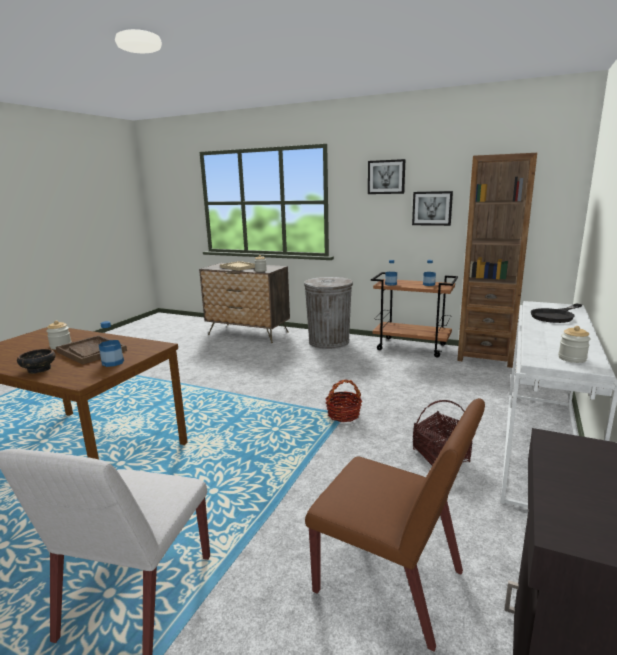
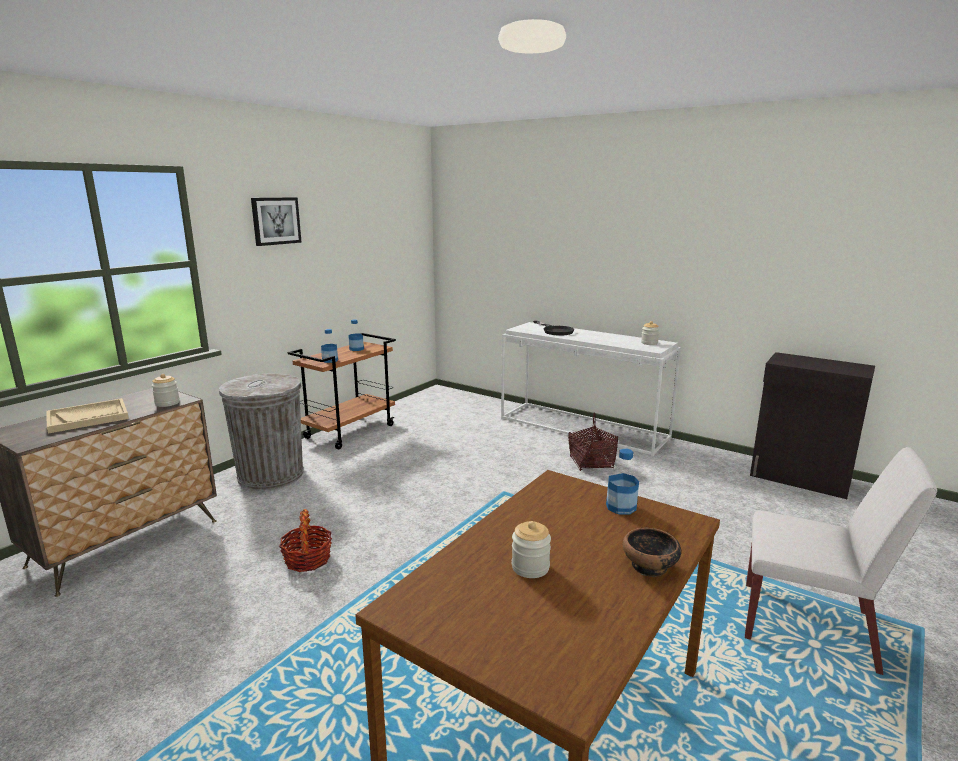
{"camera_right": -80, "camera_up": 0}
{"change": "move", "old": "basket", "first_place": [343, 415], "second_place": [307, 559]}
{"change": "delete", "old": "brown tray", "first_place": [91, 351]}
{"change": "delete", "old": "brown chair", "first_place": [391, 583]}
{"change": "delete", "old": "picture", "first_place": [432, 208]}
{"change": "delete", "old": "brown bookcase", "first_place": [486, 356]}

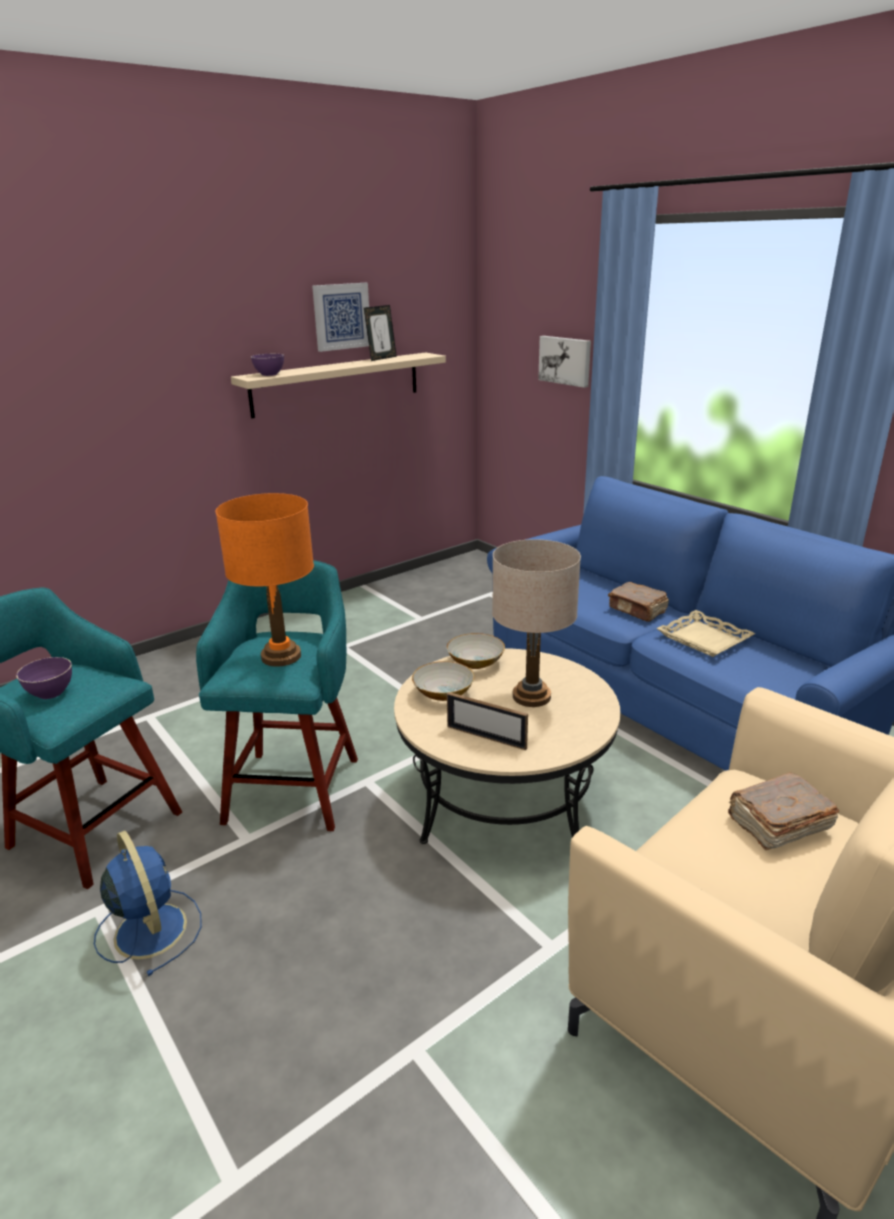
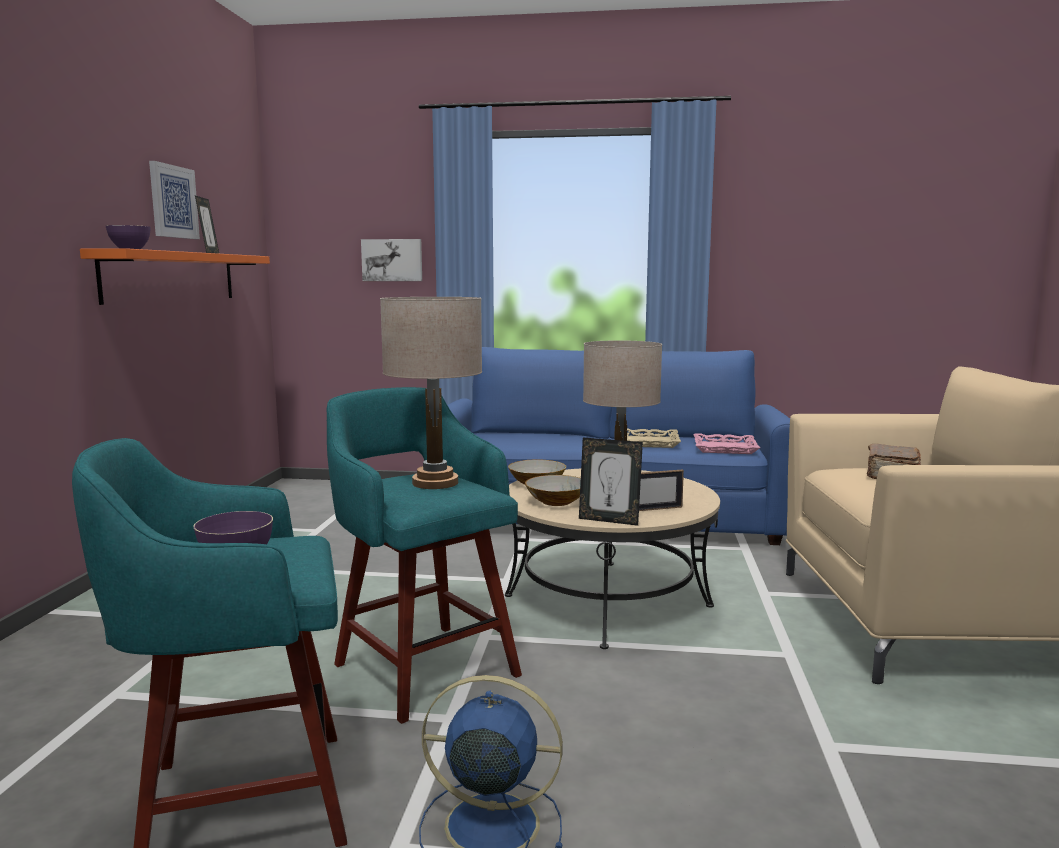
{"camera_right": -45, "camera_up": -15}
{"change": "recolor", "old": "beige shelf", "new": "orange shelf", "first_place": [337, 384], "second_place": [172, 277]}
{"change": "recolor", "old": "orange table lamp", "new": "beige table lamp", "first_place": [281, 657], "second_place": [435, 483]}
{"change": "insert", "new": "picture frame", "second_place": [609, 520]}
{"change": "insert", "new": "pink tray", "second_place": [725, 448]}
{"change": "delete", "old": "brown book", "first_place": [637, 610]}

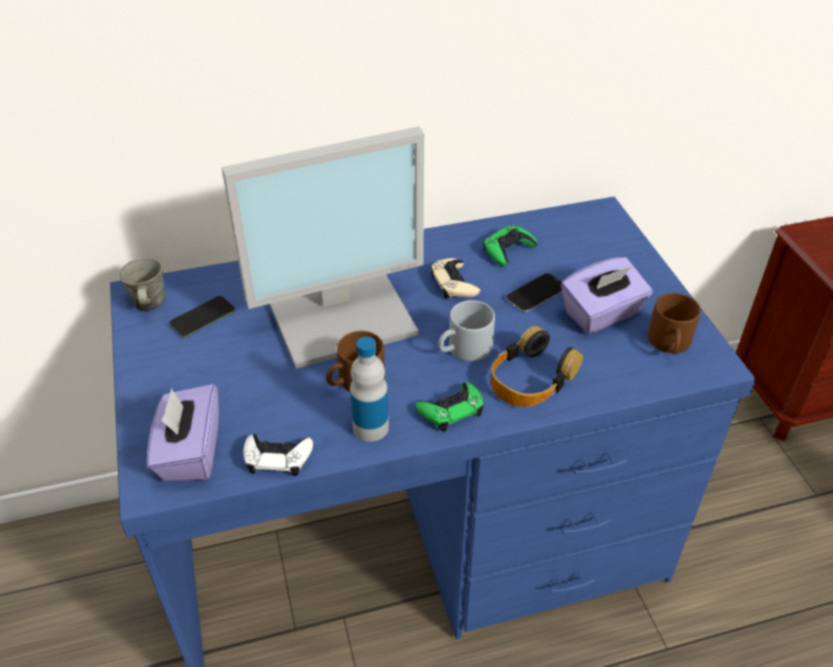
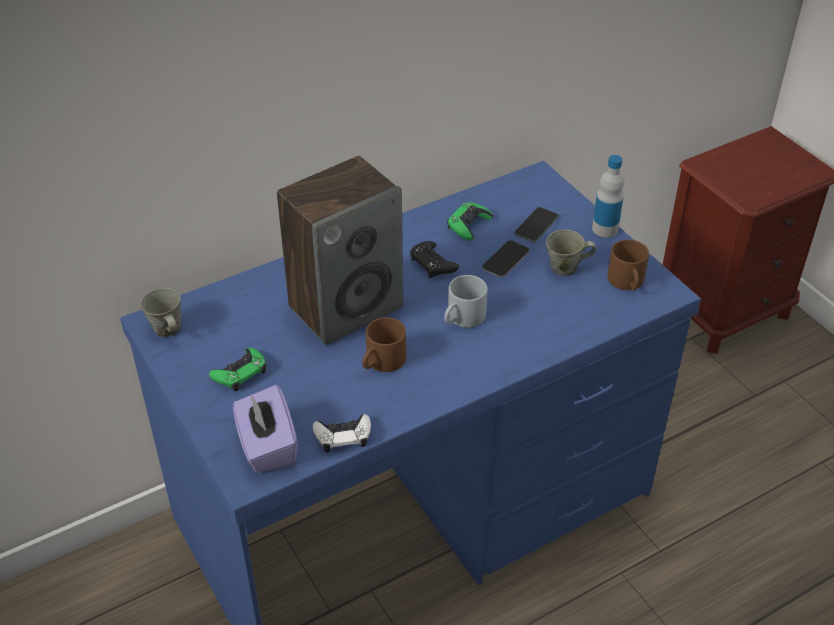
{"camera_right": -15, "camera_up": 0}
{"change": "move", "old": "green game controller", "first_place": [451, 410], "second_place": [240, 373]}
{"change": "replace", "old": "monitor", "new": "speaker", "first_place": [342, 312], "second_place": [346, 306]}
{"change": "recolor", "old": "beige game controller", "new": "black game controller", "first_place": [454, 283], "second_place": [433, 263]}
{"change": "move", "old": "phone", "first_place": [203, 317], "second_place": [536, 225]}
{"change": "replace", "old": "purple tissue box", "new": "grey mug", "first_place": [602, 314], "second_place": [566, 267]}
{"change": "move", "old": "bottle", "first_place": [370, 427], "second_place": [605, 229]}
{"change": "delete", "old": "headphones", "first_place": [531, 378]}

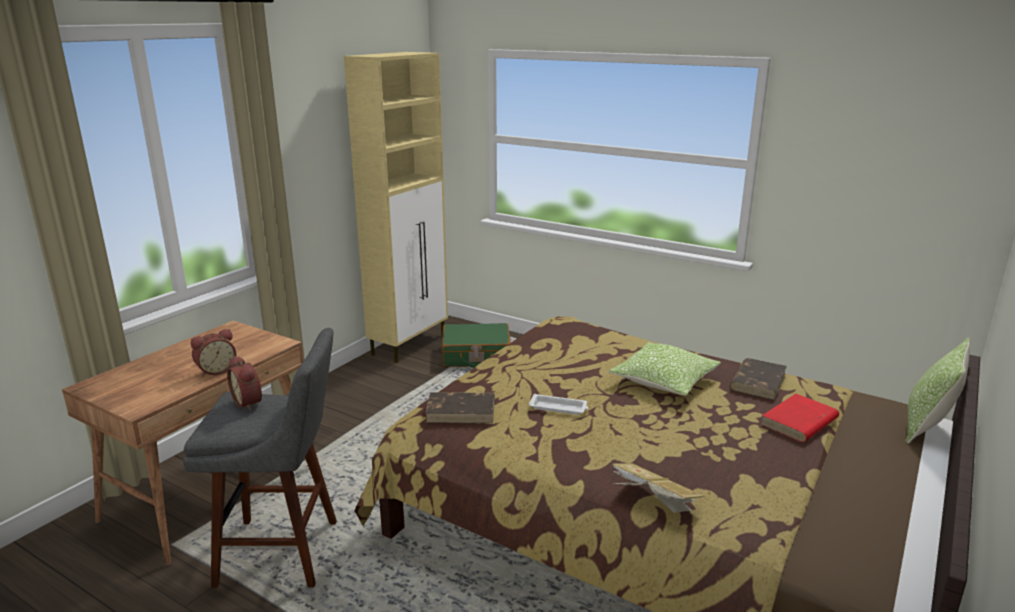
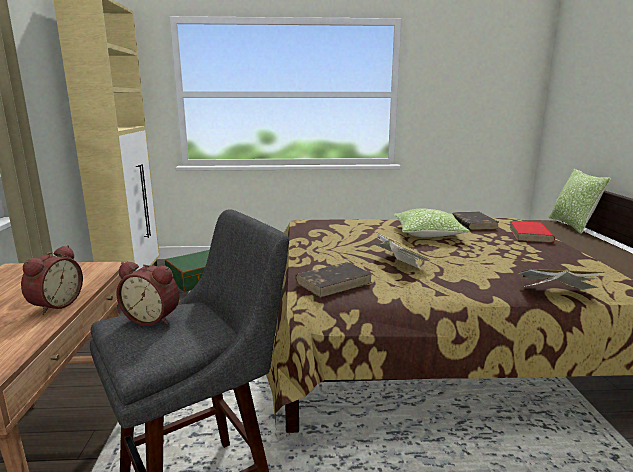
{"camera_right": -35, "camera_up": -5}
{"change": "replace", "old": "white tray", "new": "book", "first_place": [559, 408], "second_place": [398, 262]}

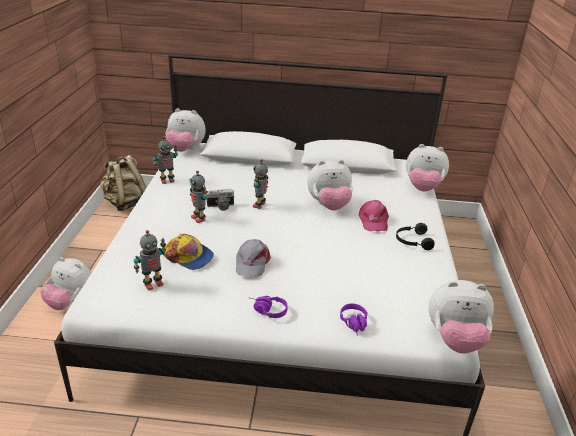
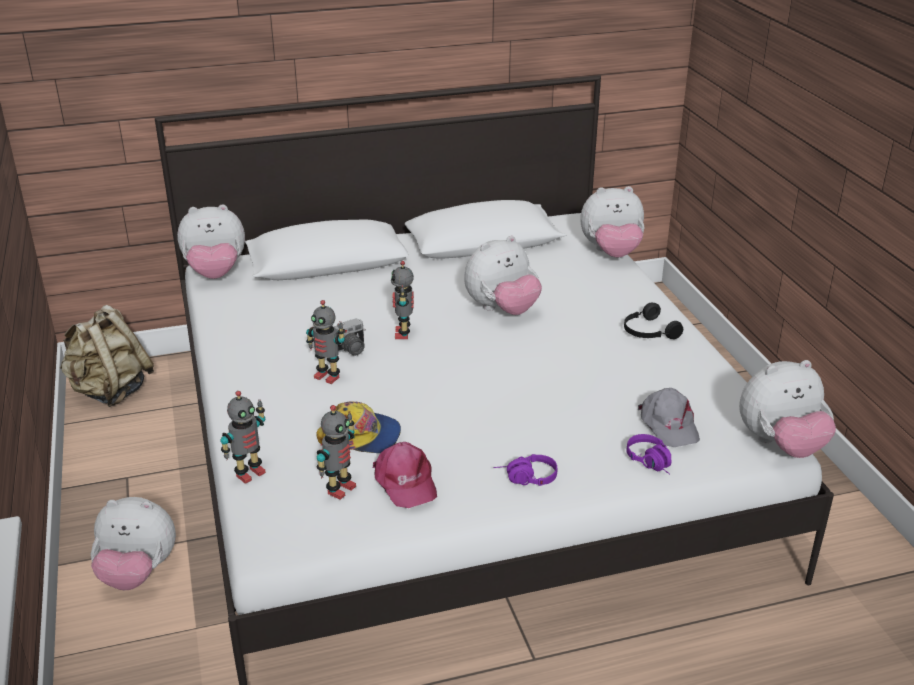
{"camera_right": -20, "camera_up": 0}
{"change": "move", "old": "toy robot", "first_place": [167, 180], "second_place": [249, 473]}
{"change": "move", "old": "pink cap", "first_place": [373, 220], "second_place": [405, 482]}
{"change": "move", "old": "grey cap", "first_place": [252, 262], "second_place": [668, 425]}

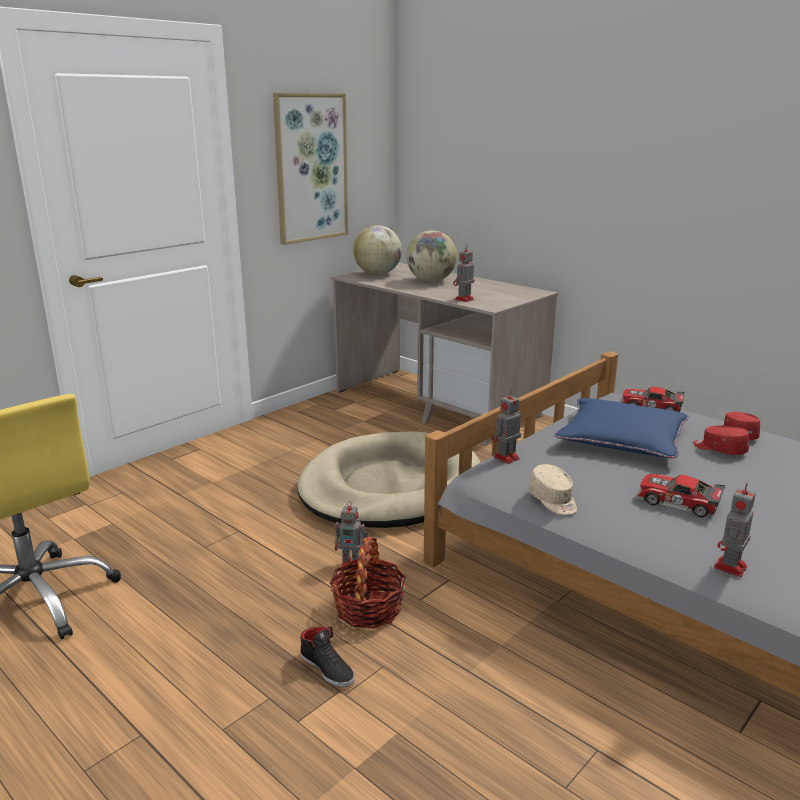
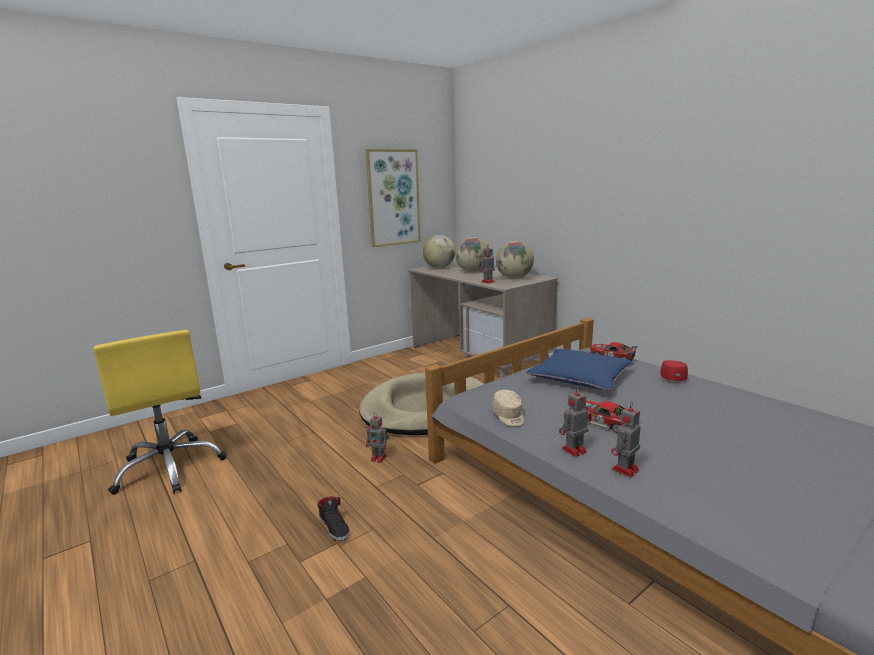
{"camera_right": 10, "camera_up": -5}
{"change": "insert", "new": "globe", "second_place": [514, 278]}
{"change": "move", "old": "toy robot", "first_place": [505, 458], "second_place": [573, 450]}
{"change": "delete", "old": "basket", "first_place": [368, 608]}
{"change": "delete", "old": "red cap", "first_place": [719, 449]}

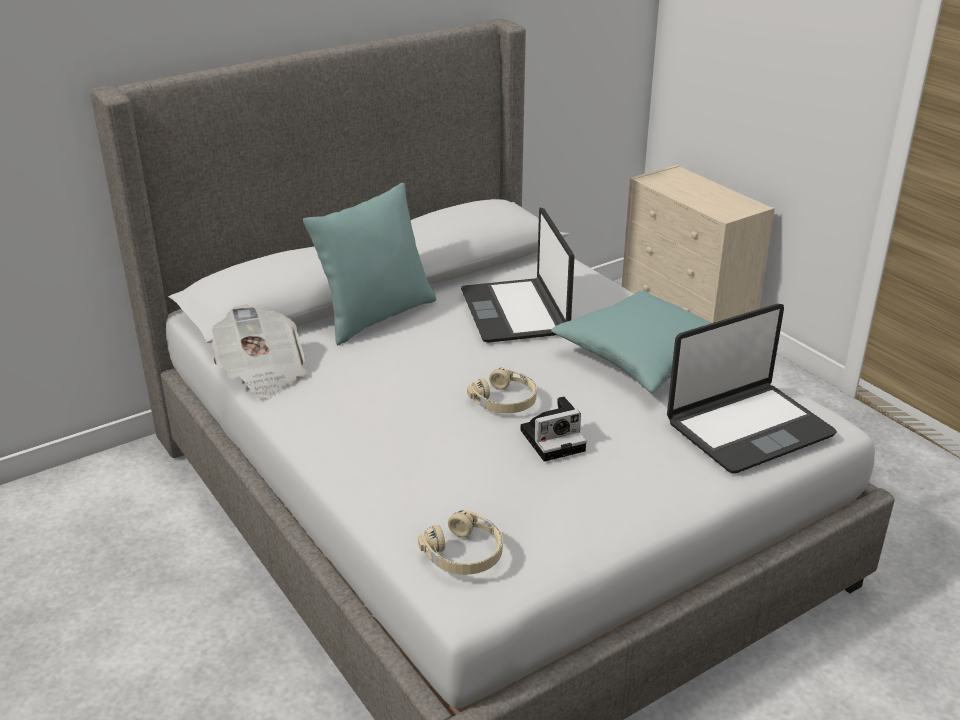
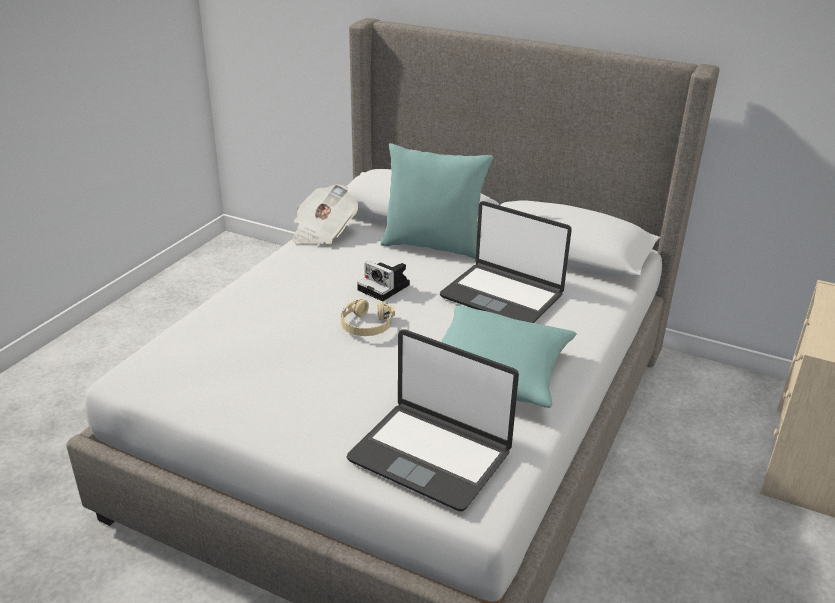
{"camera_right": 60, "camera_up": 0}
{"change": "move", "old": "photo camera", "first_place": [554, 439], "second_place": [385, 288]}
{"change": "rotate", "old": "laptop", "first_place": [515, 312], "second_place": [502, 295], "degrees": -105}
{"change": "delete", "old": "beige headphones", "first_place": [465, 553]}

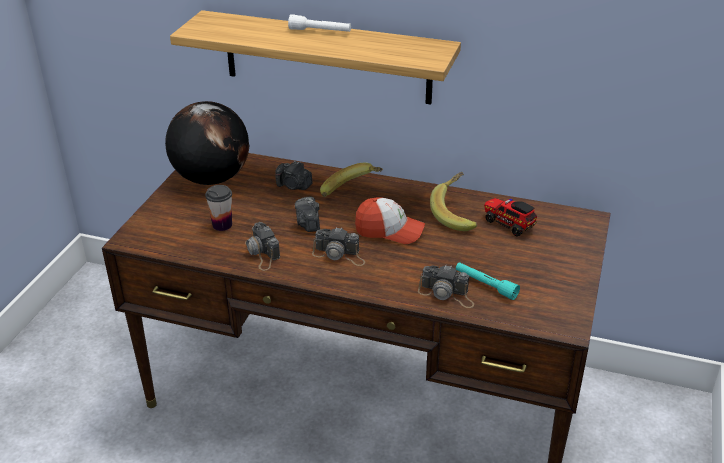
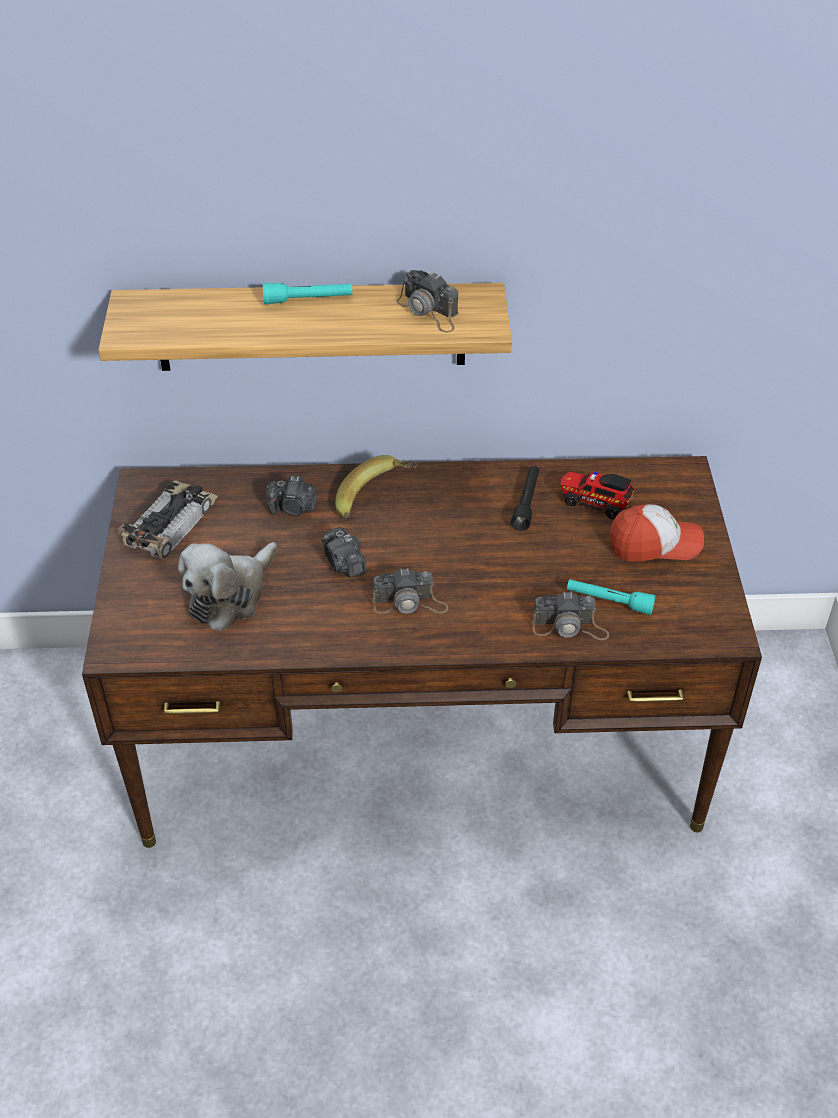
{"camera_right": -20, "camera_up": 10}
{"change": "replace", "old": "globe", "new": "toy car", "first_place": [211, 179], "second_place": [171, 523]}
{"change": "replace", "old": "cup", "new": "plush toy", "first_place": [222, 225], "second_place": [230, 595]}
{"change": "recolor", "old": "white flashlight", "new": "turquoise flashlight", "first_place": [320, 31], "second_place": [308, 300]}
{"change": "move", "old": "photo camera", "first_place": [262, 253], "second_place": [429, 311]}
{"change": "replace", "old": "banana", "new": "black flashlight", "first_place": [457, 214], "second_place": [526, 503]}
{"change": "move", "old": "cap", "first_place": [389, 230], "second_place": [654, 544]}

